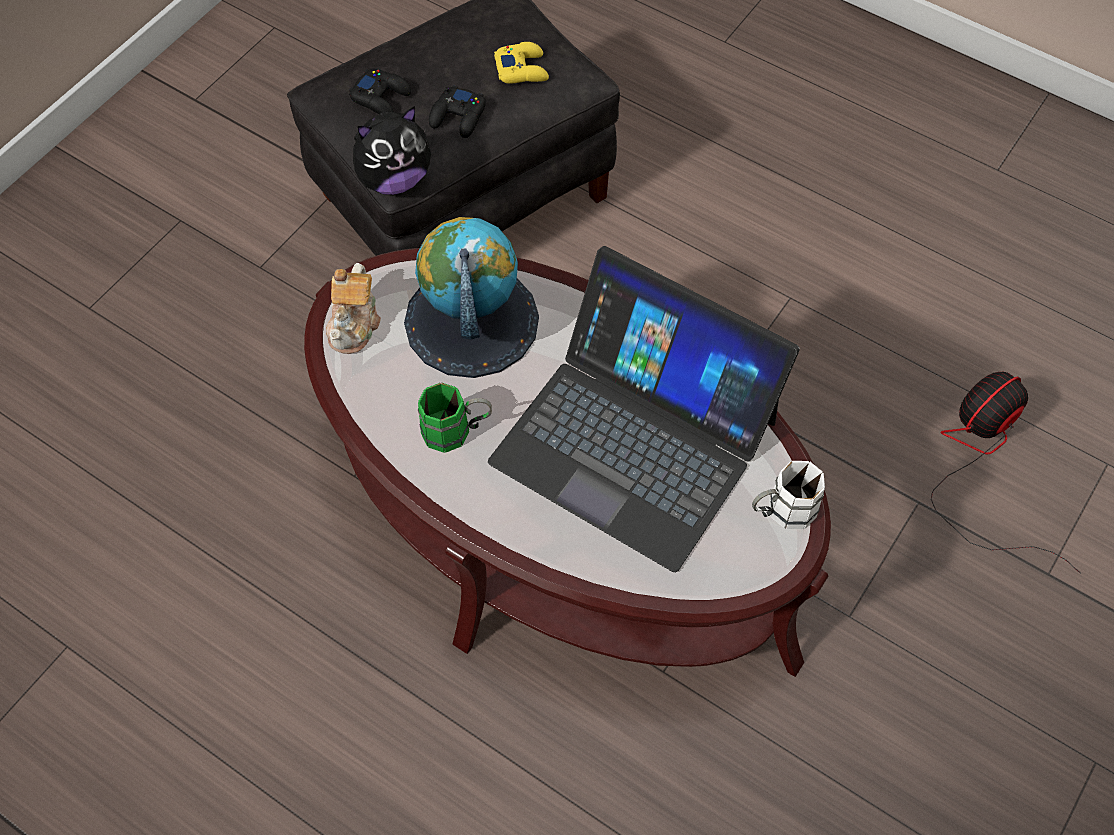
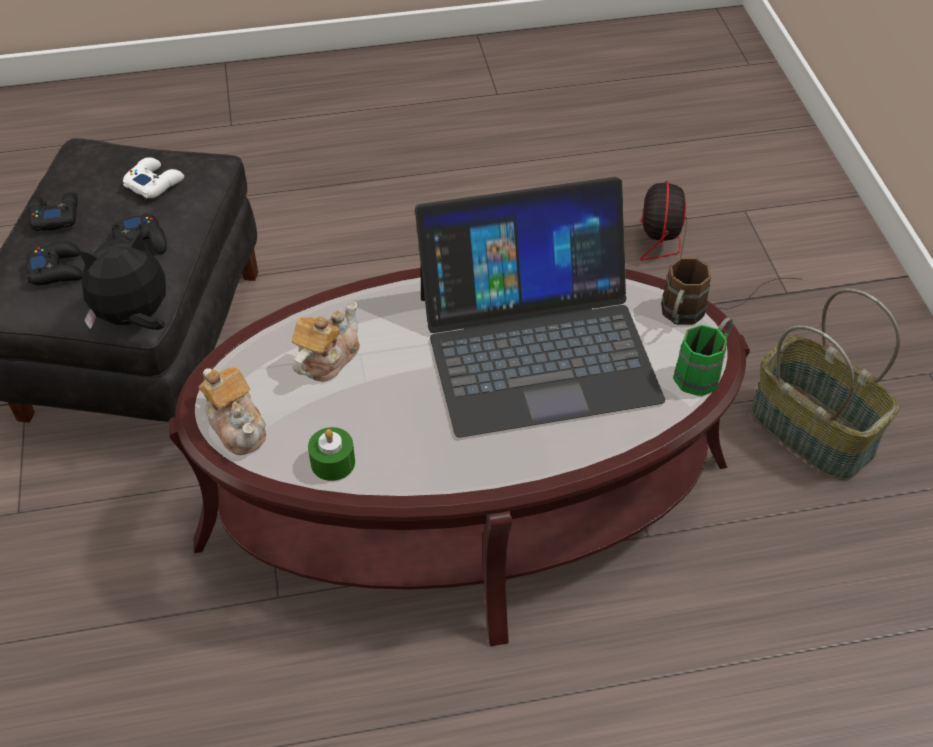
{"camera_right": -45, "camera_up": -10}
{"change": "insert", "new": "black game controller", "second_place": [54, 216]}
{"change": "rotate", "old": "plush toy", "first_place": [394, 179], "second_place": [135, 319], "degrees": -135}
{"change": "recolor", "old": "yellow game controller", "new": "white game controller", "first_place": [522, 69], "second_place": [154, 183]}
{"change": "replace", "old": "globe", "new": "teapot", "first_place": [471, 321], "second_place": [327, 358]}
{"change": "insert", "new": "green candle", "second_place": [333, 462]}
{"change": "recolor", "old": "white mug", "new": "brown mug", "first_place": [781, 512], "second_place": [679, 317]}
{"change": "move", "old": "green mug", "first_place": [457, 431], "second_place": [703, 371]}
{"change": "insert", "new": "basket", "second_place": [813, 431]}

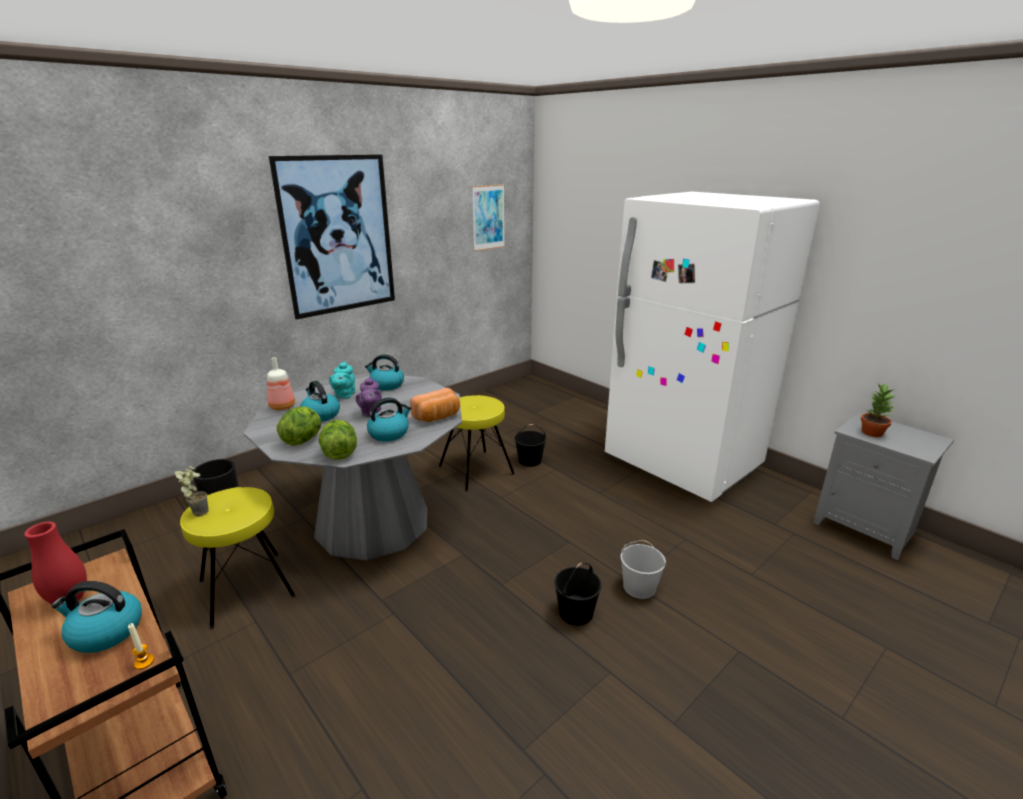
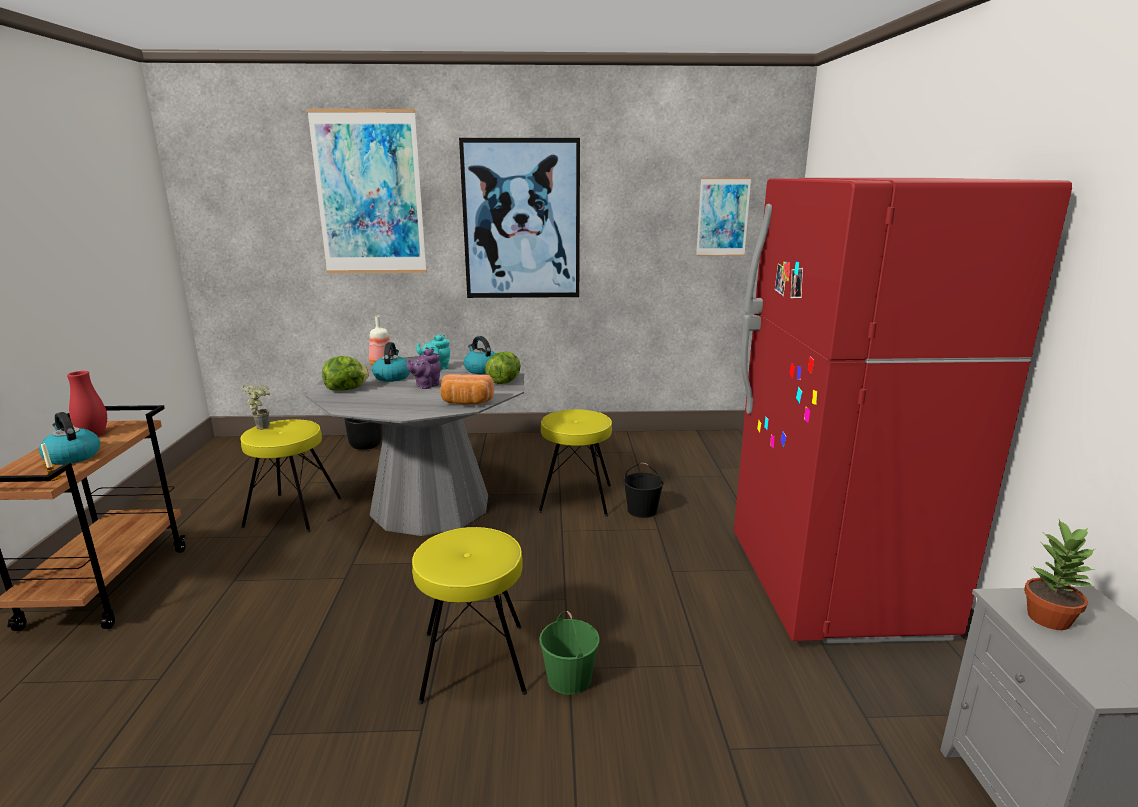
{"camera_right": 40, "camera_up": -5}
{"change": "insert", "new": "picture", "second_place": [369, 194]}
{"change": "replace", "old": "black bucket", "new": "yellow stool", "first_place": [576, 611], "second_place": [474, 661]}
{"change": "move", "old": "lettuce", "first_place": [339, 454], "second_place": [504, 382]}
{"change": "recolor", "old": "white bucket", "new": "green bucket", "first_place": [640, 587], "second_place": [570, 678]}
{"change": "recolor", "old": "white fridge", "new": "red fridge", "first_place": [682, 463], "second_place": [833, 586]}
{"change": "delete", "old": "kettle", "first_place": [389, 433]}

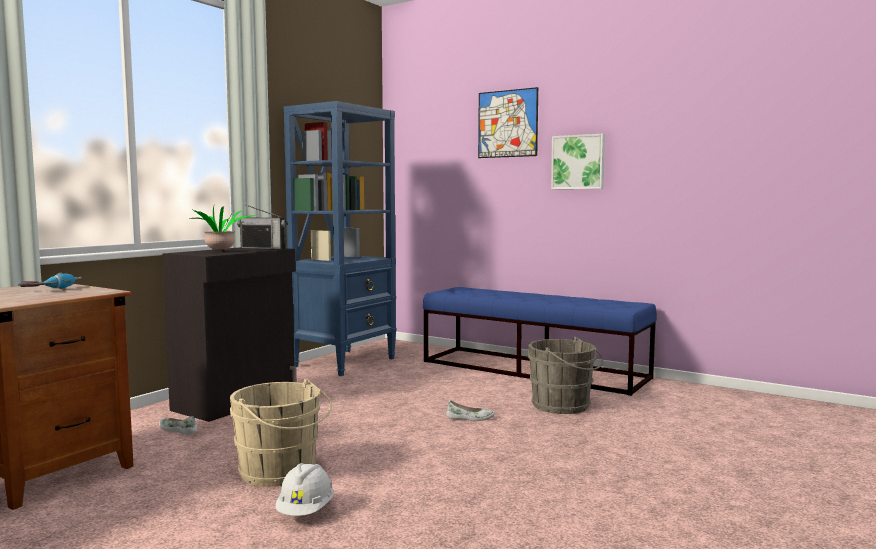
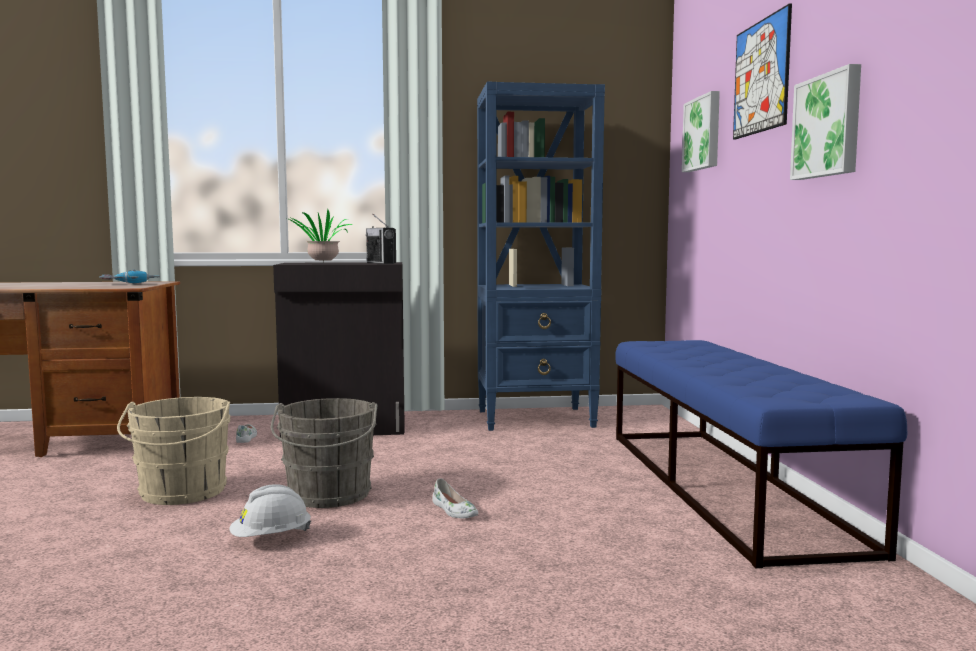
{"camera_right": 50, "camera_up": 0}
{"change": "move", "old": "white hard hat", "first_place": [305, 511], "second_place": [271, 538]}
{"change": "move", "old": "grey bucket", "first_place": [564, 406], "second_place": [328, 496]}
{"change": "insert", "new": "picture", "second_place": [703, 133]}

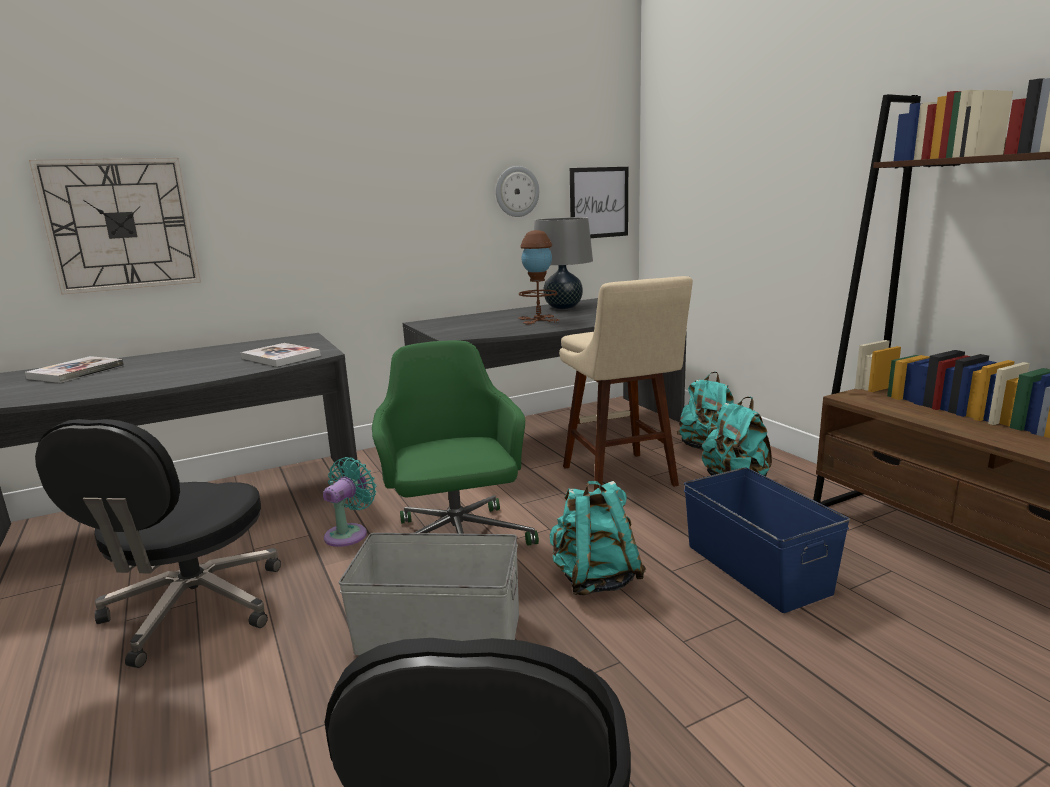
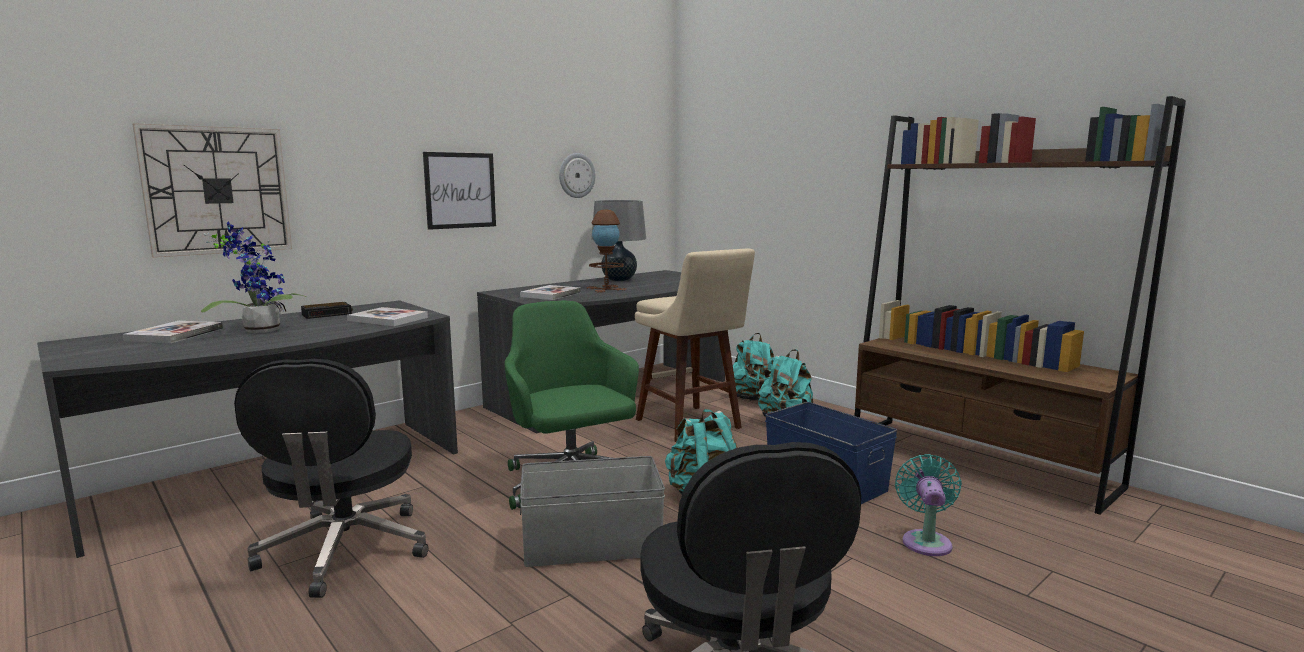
{"camera_right": -15, "camera_up": -5}
{"change": "insert", "new": "potted plant", "second_place": [259, 330]}
{"change": "insert", "new": "alarm clock", "second_place": [328, 314]}
{"change": "move", "old": "picture", "first_place": [599, 202], "second_place": [460, 190]}
{"change": "insert", "new": "book", "second_place": [551, 294]}
{"change": "move", "old": "turquoise fan", "first_place": [349, 533], "second_place": [926, 541]}

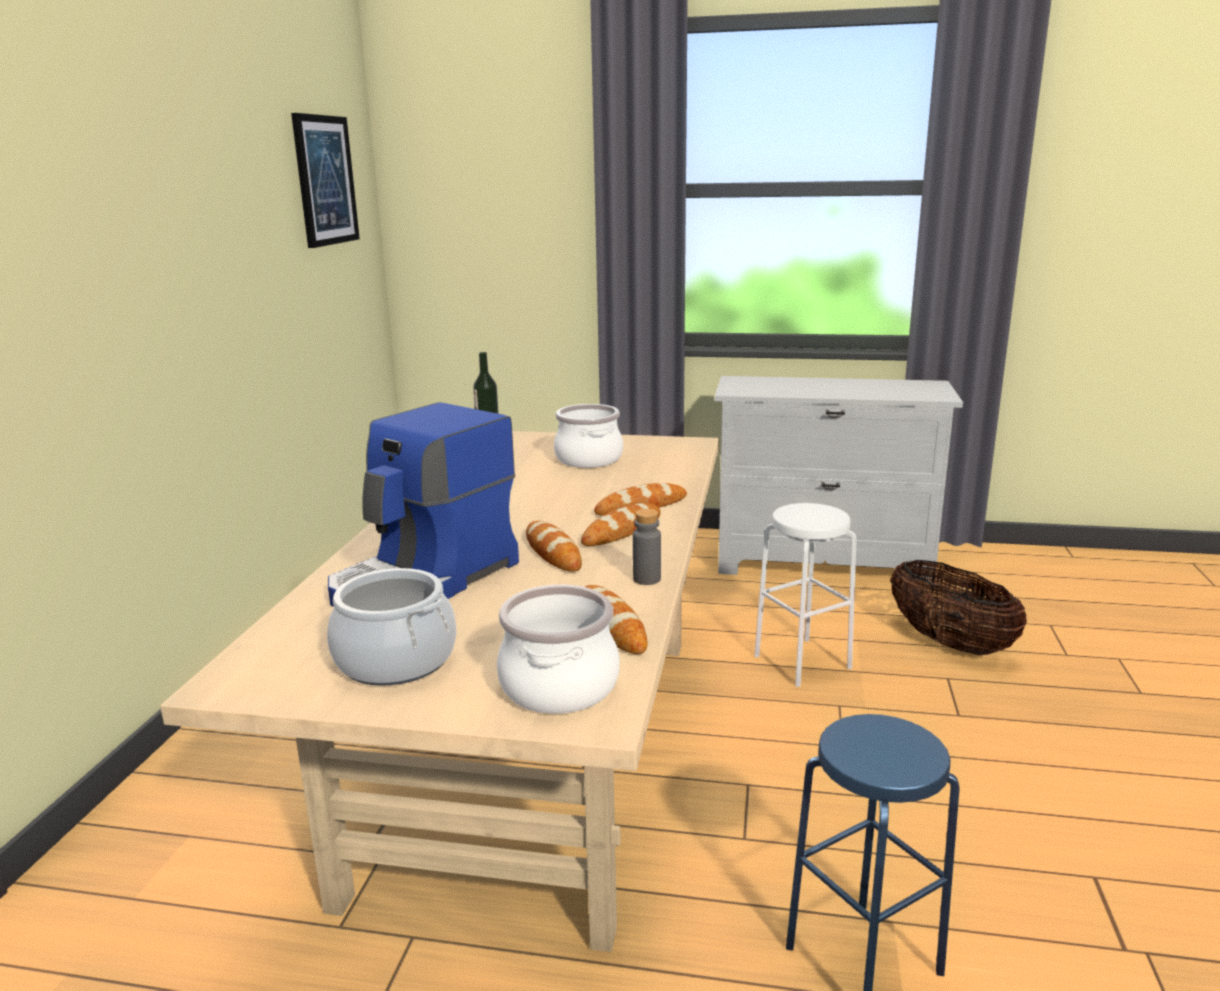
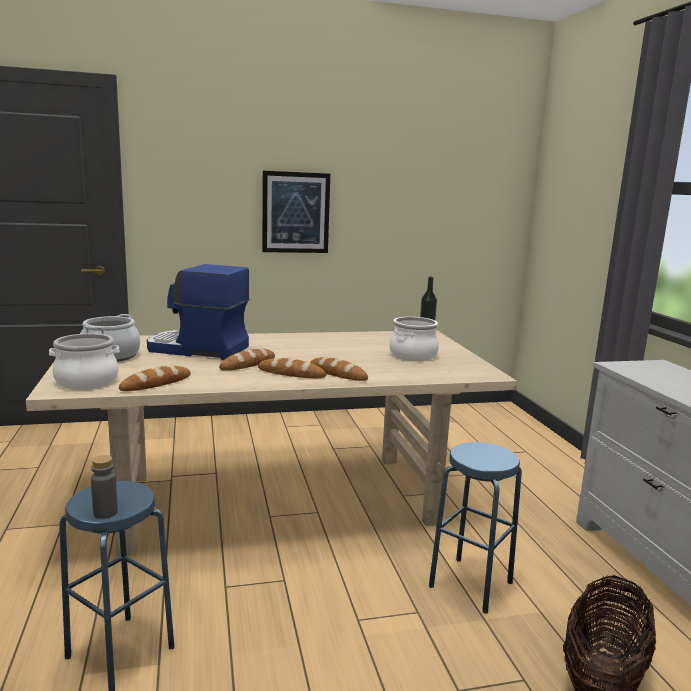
{"camera_right": 65, "camera_up": -5}
{"change": "move", "old": "grey bottle", "first_place": [647, 579], "second_place": [105, 513]}
{"change": "move", "old": "picture", "first_place": [325, 180], "second_place": [295, 212]}
{"change": "recolor", "old": "white stool", "new": "blue stool", "first_place": [802, 662], "second_place": [470, 584]}

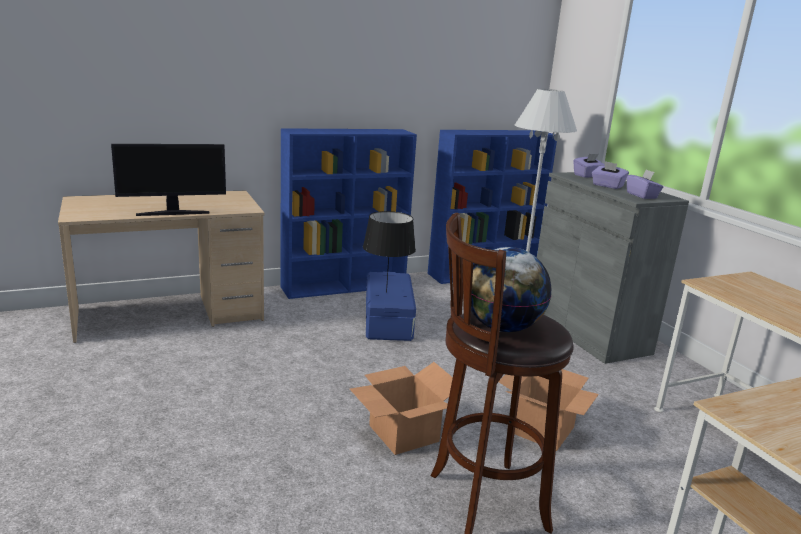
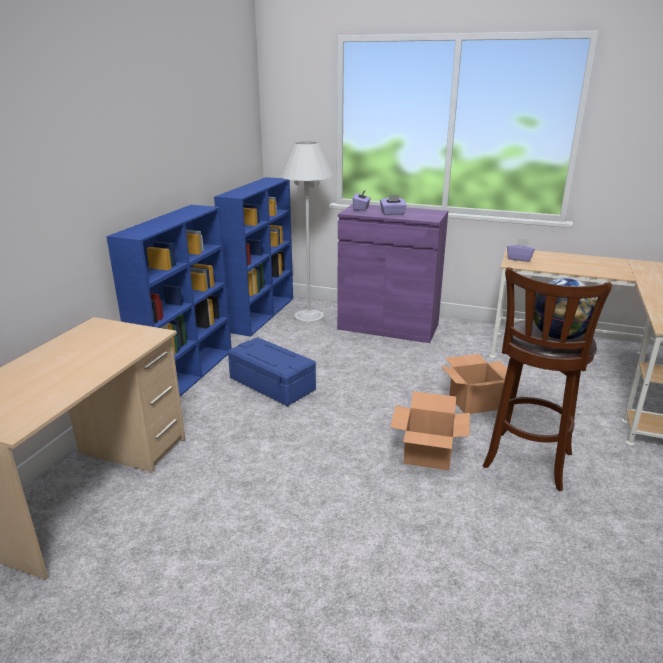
{"camera_right": -45, "camera_up": 5}
{"change": "recolor", "old": "grey cabinet", "new": "purple cabinet", "first_place": [587, 331], "second_place": [388, 326]}
{"change": "move", "old": "purple tissue box", "first_place": [642, 195], "second_place": [519, 259]}
{"change": "delete", "old": "monitor", "first_place": [173, 213]}
{"change": "delete", "old": "black table lamp", "first_place": [386, 292]}

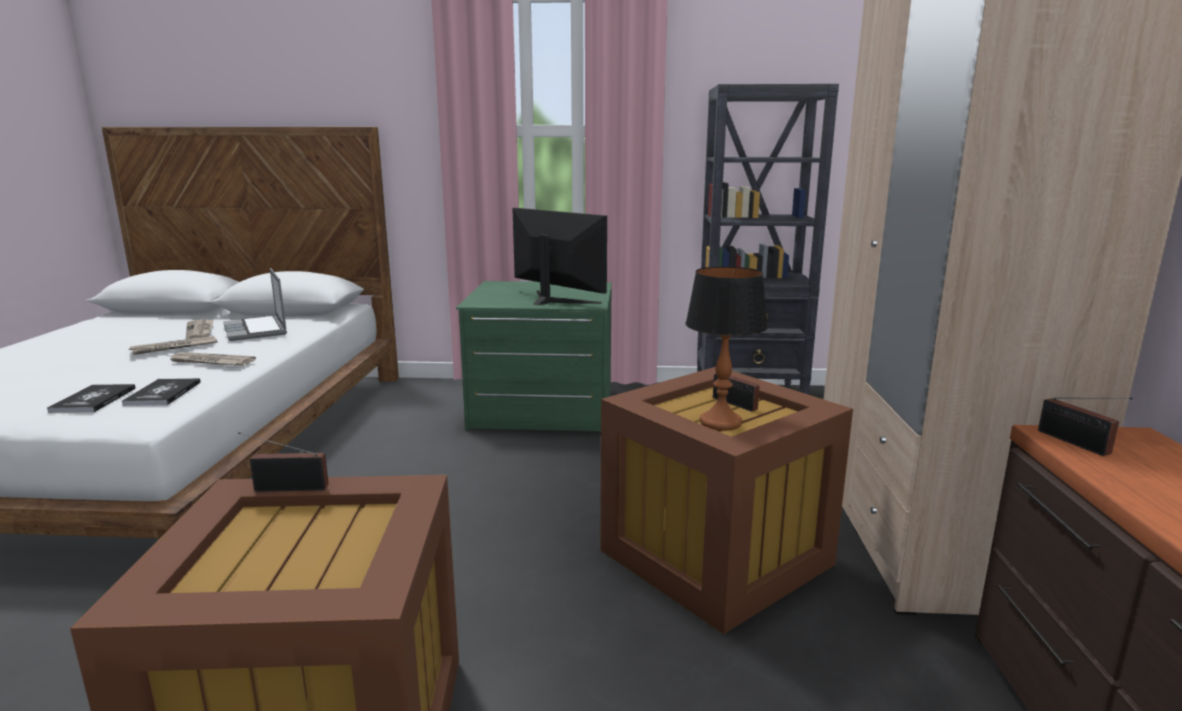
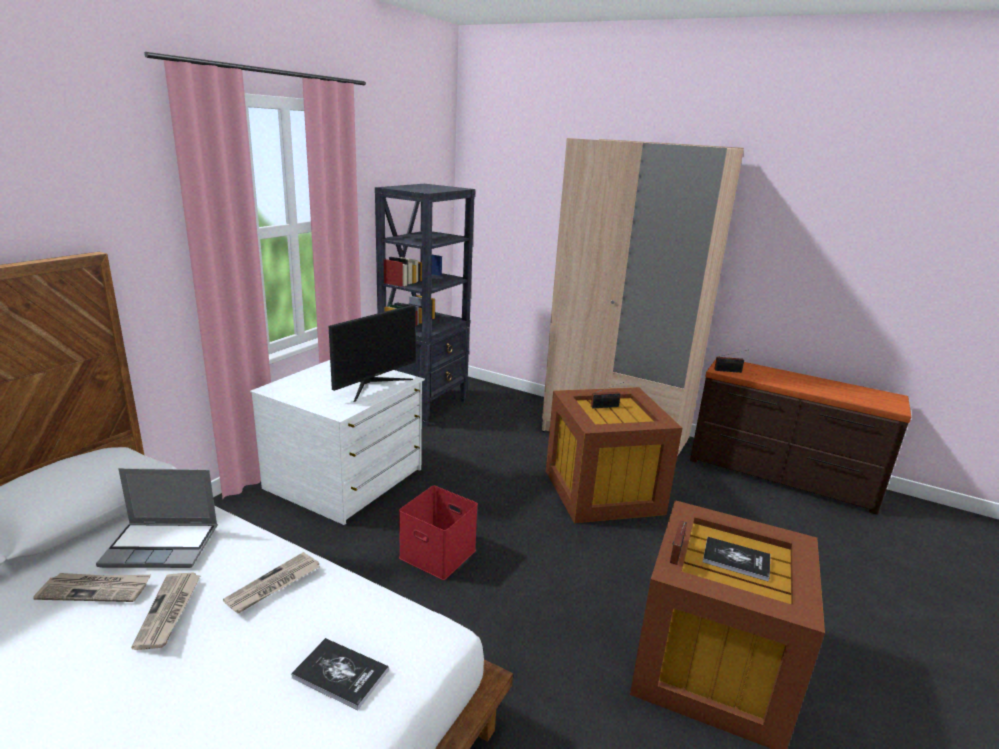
{"camera_right": -65, "camera_up": 5}
{"change": "recolor", "old": "green dresser", "new": "white dresser", "first_place": [542, 409], "second_place": [346, 479]}
{"change": "rotate", "old": "monitor", "first_place": [554, 300], "second_place": [373, 385], "degrees": 150}
{"change": "insert", "new": "red storage box", "second_place": [436, 554]}
{"change": "move", "old": "book", "first_place": [163, 393], "second_place": [736, 559]}
{"change": "delete", "old": "table lamp", "first_place": [720, 422]}

